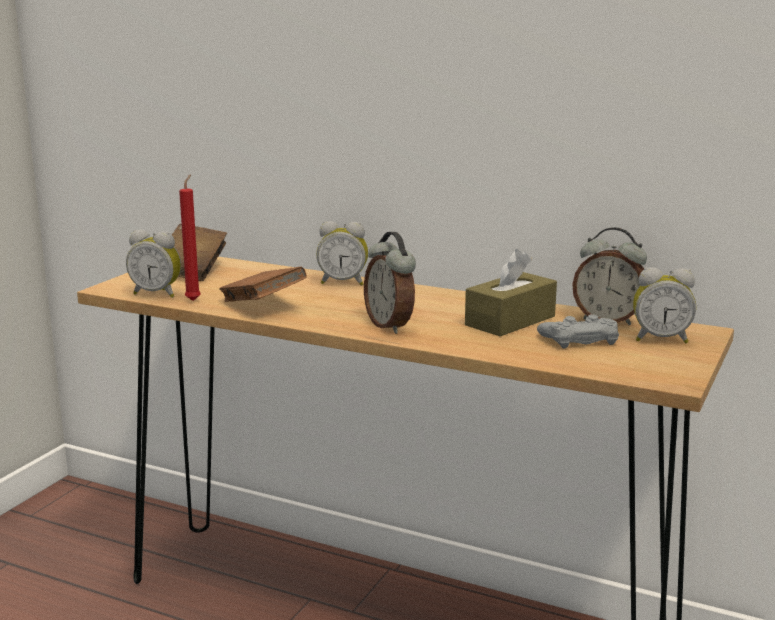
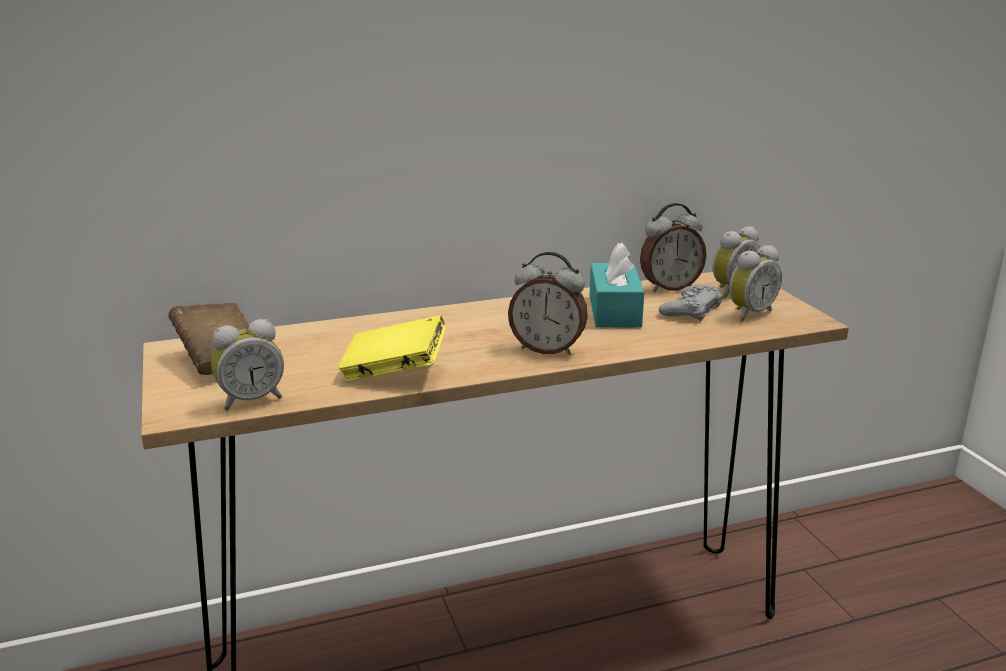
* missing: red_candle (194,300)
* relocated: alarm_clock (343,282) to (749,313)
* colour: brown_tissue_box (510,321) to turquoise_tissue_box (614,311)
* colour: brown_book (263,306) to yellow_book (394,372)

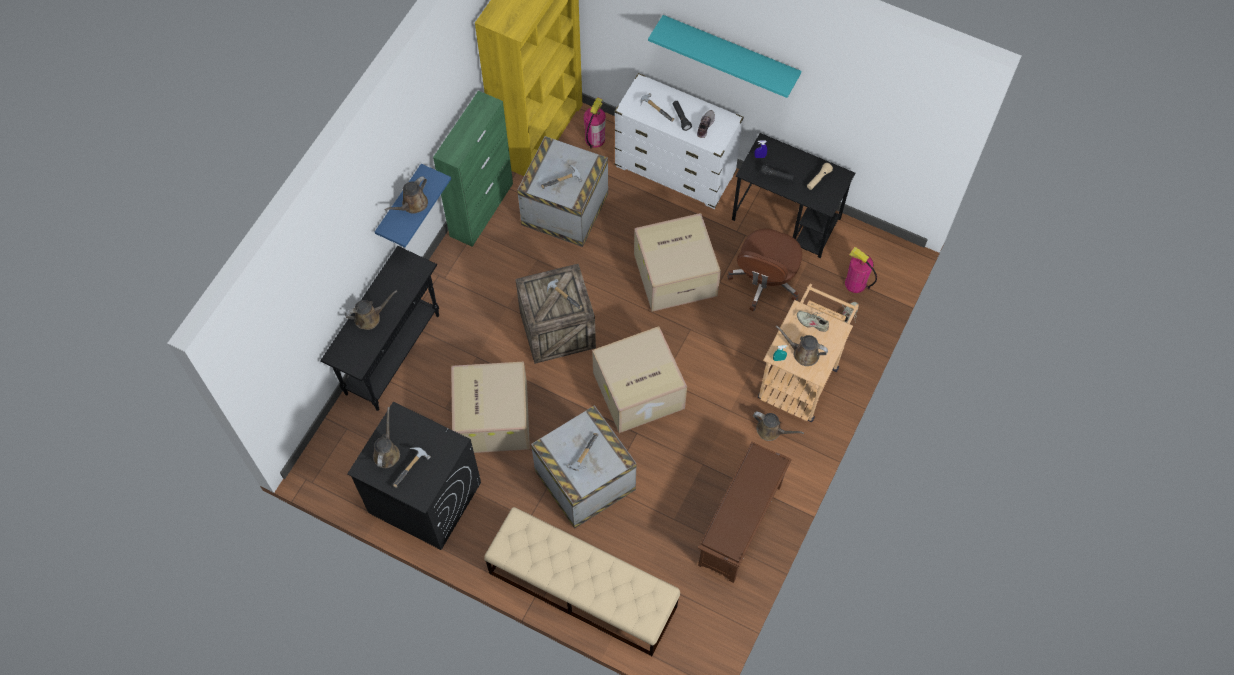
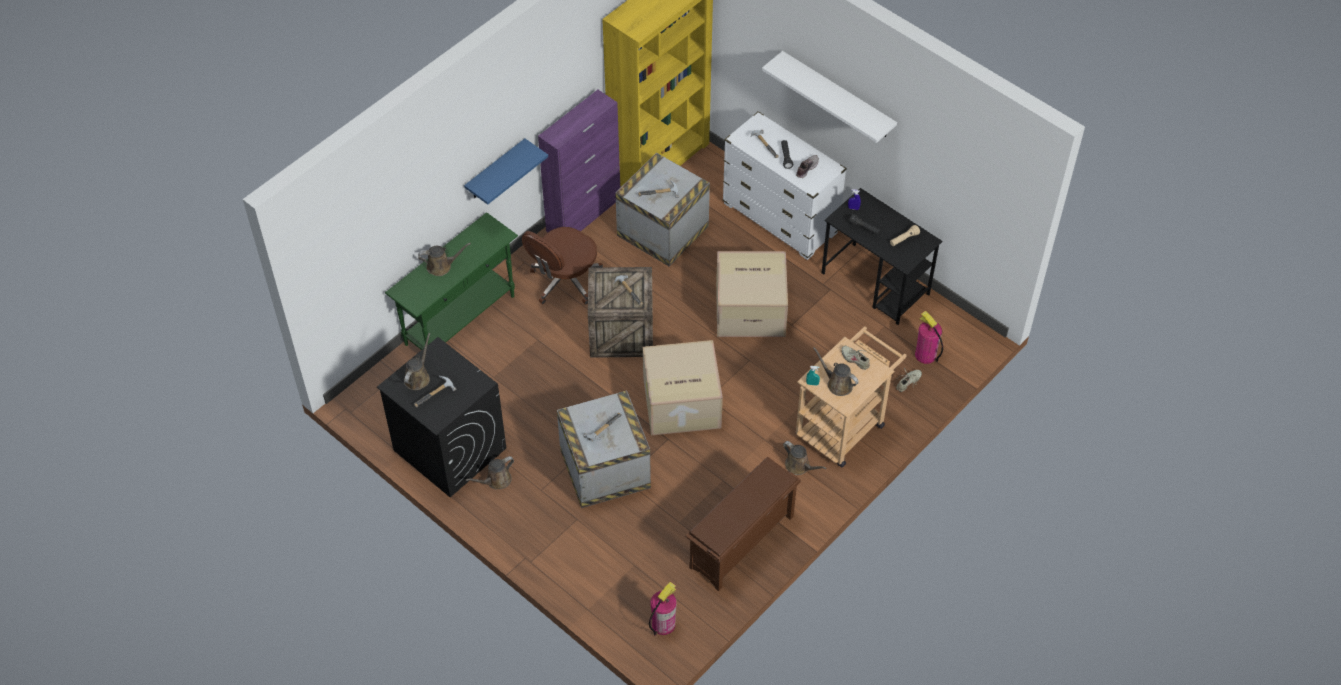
* colour: turquoise_shelf (730,51) to white_shelf (838,95)
* colour: green_cabinet (482,209) to purple_cabinet (584,214)
* relocated: fire_extinguisher (595,139) to (663,624)
* relocated: brown_watering_can (412,205) to (496,481)
* relocated: brown_office_chair (764,281) to (564,281)
* colour: black_console_table (393,354) to green_console_table (460,320)
* missing: cardboard_box (491,417)
* missing: beige_bench (582,589)

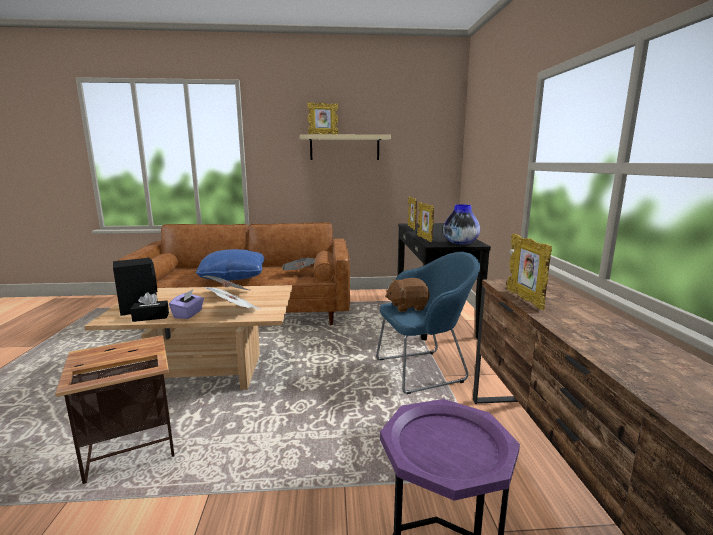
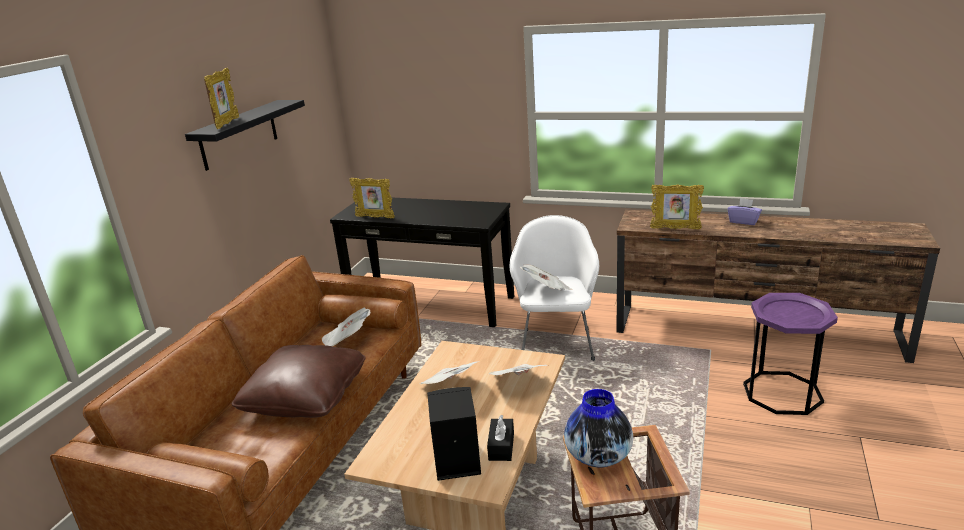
* colour: beige_shelf (344,148) to black_shelf (239,134)
* missing: picture_frame (424,239)
* relocated: vase (460,243) to (598,456)
* colour: blue_pillow (233,277) to brown_pillow (306,397)
* colour: blue_armchair (424,370) to white_armchair (557,342)
* exchanged: brown_plush_toy (407,307) to newspaper (546,290)
* relocated: purple_tissue_box (188,314) to (743,221)

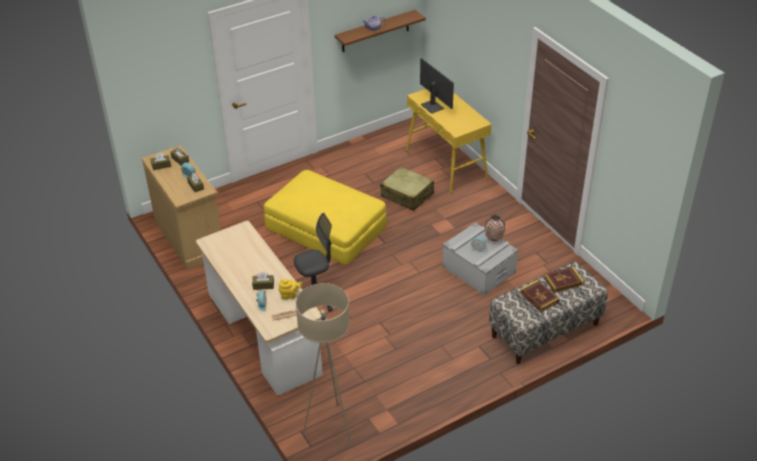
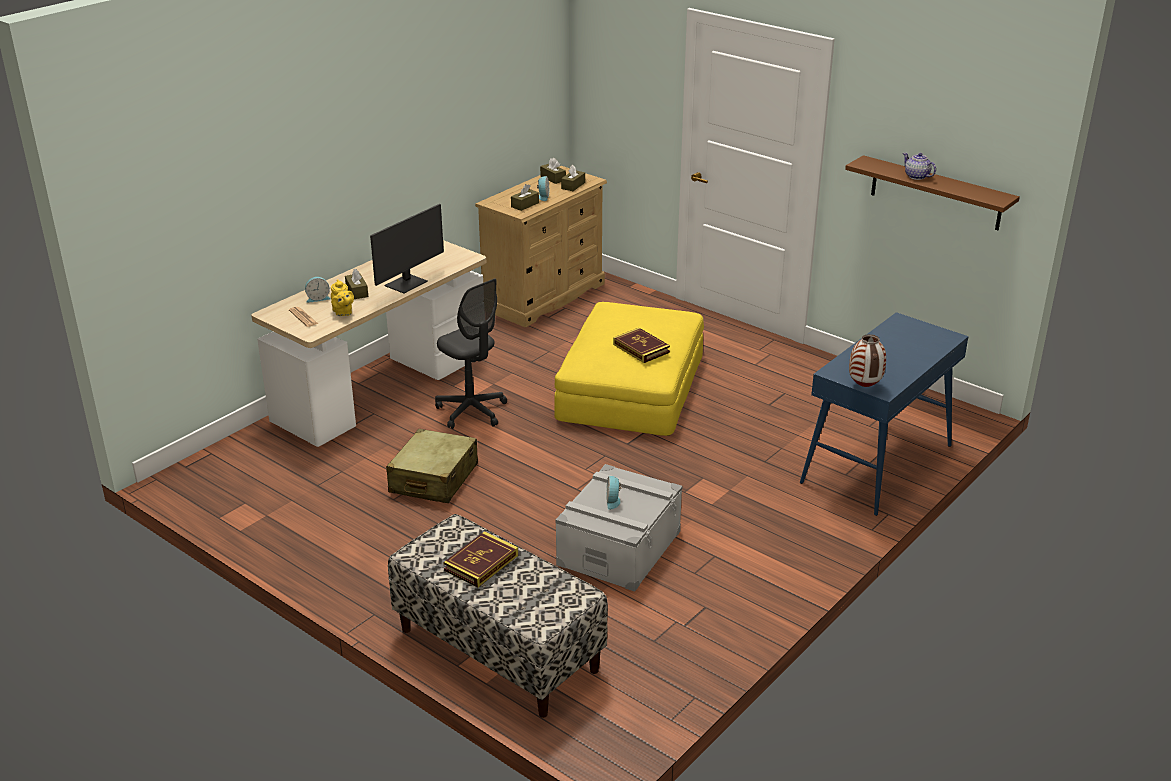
* relocated: monitor (432,106) to (407,284)
* colour: yellow_console_table (446,164) to blue_console_table (877,465)
* relocated: beige_suitcase (407,195) to (433,479)
* relocated: vase (494,239) to (865,386)
* relocated: book (563,281) to (641,348)
* missing: beige_floor_lamp (331,427)

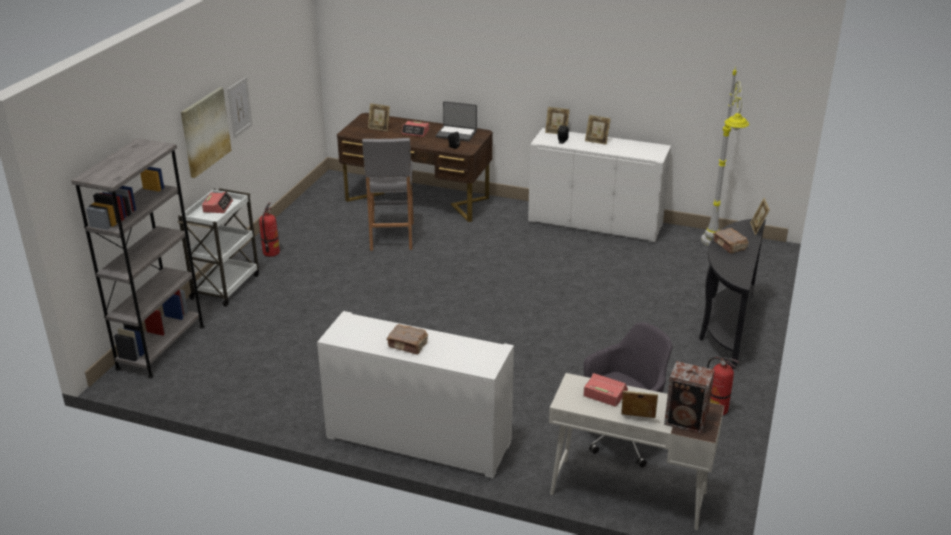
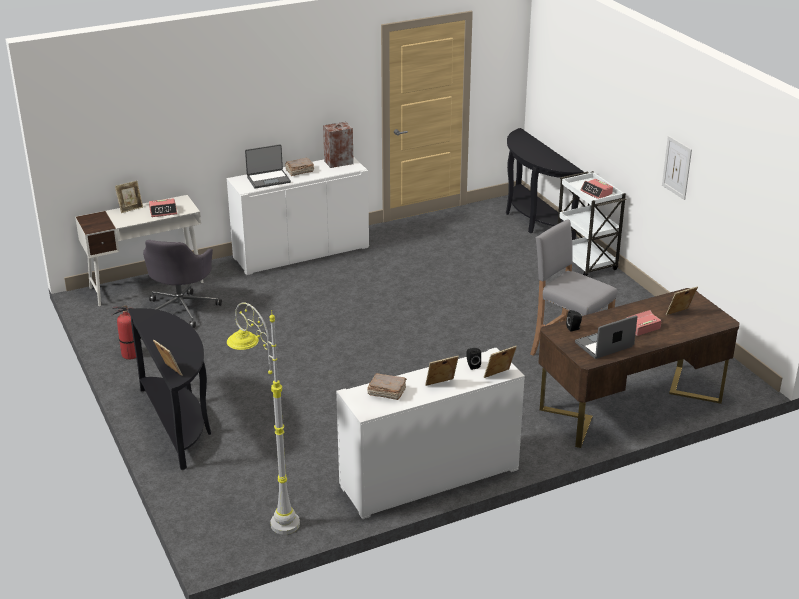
* missing: picture (205,131)
* exchanged: grey_bookcase (161,347) to black_console_table (532,219)
* missing: fire_extinguisher (271,253)
* relocated: brown_book (729,246) to (386,392)
* relocated: speaker (687,421) to (337,162)
* appeared: laptop (268,179)

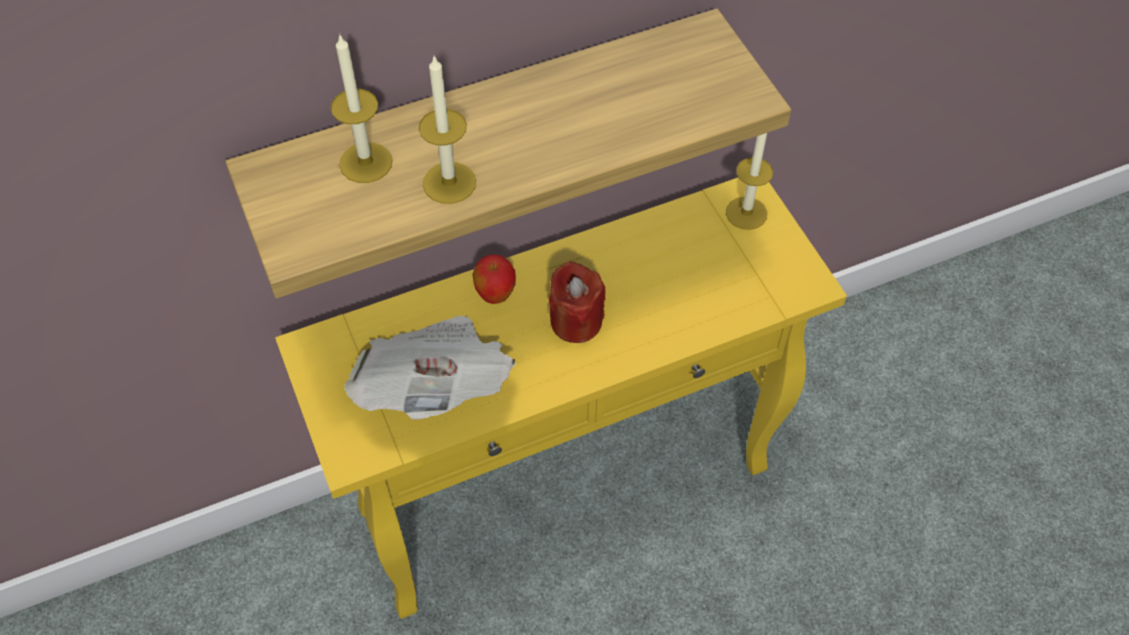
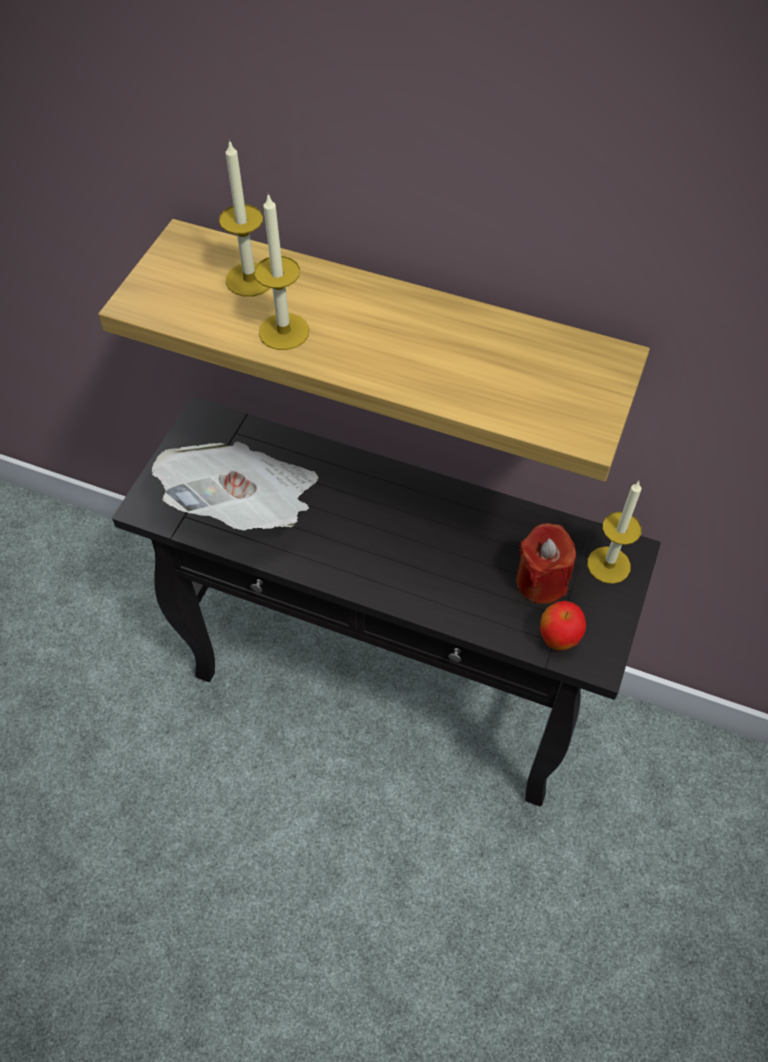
* colour: yellow_console_table (567,487) to black_console_table (387,689)
* relocated: apple (495,295) to (558,640)
* relocated: red_candle (576,321) to (541,581)

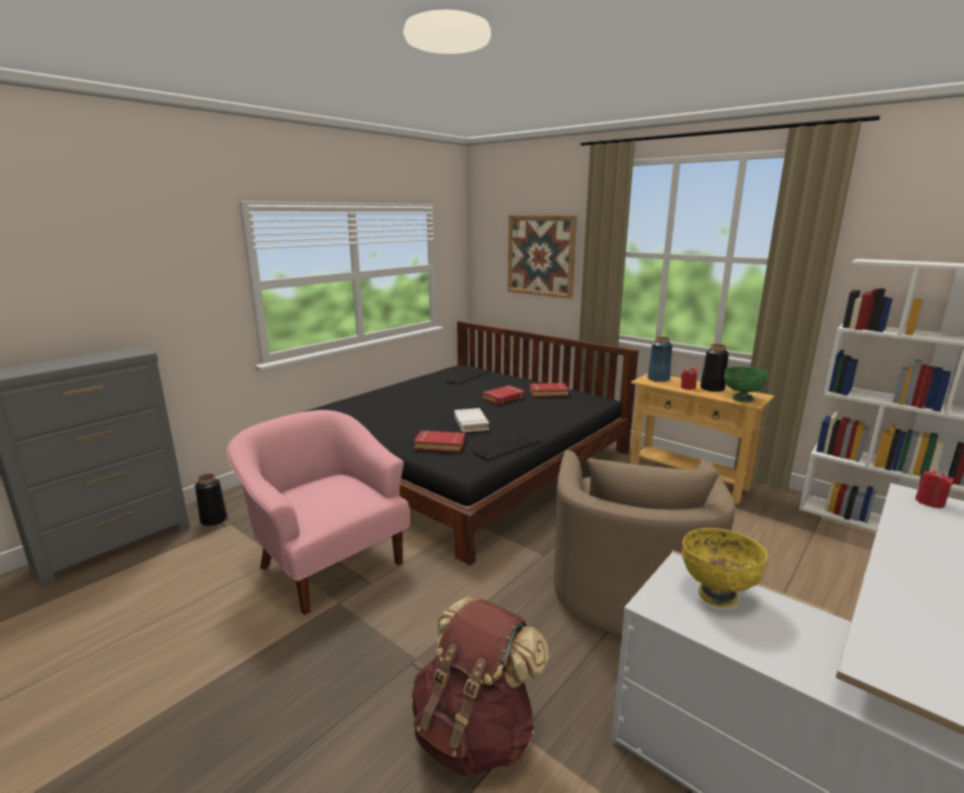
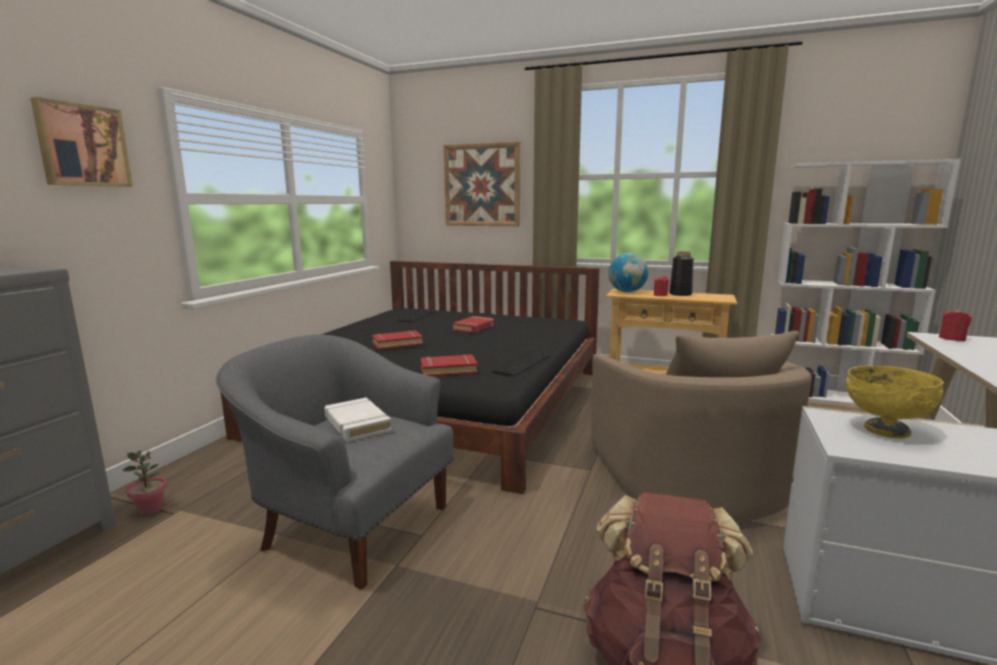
* exchanged: blue_vase (658,379) to globe (627,292)
* missing: green_bowl (742,399)
* relocated: red_book (548,393) to (397,343)
* relocated: white_book (470,423) to (357,424)
* colour: pink_armchair (328,562) to grey_armchair (351,525)
* exchanged: black_vase (214,520) to potted_plant (151,509)
* appeared: picture (82,146)

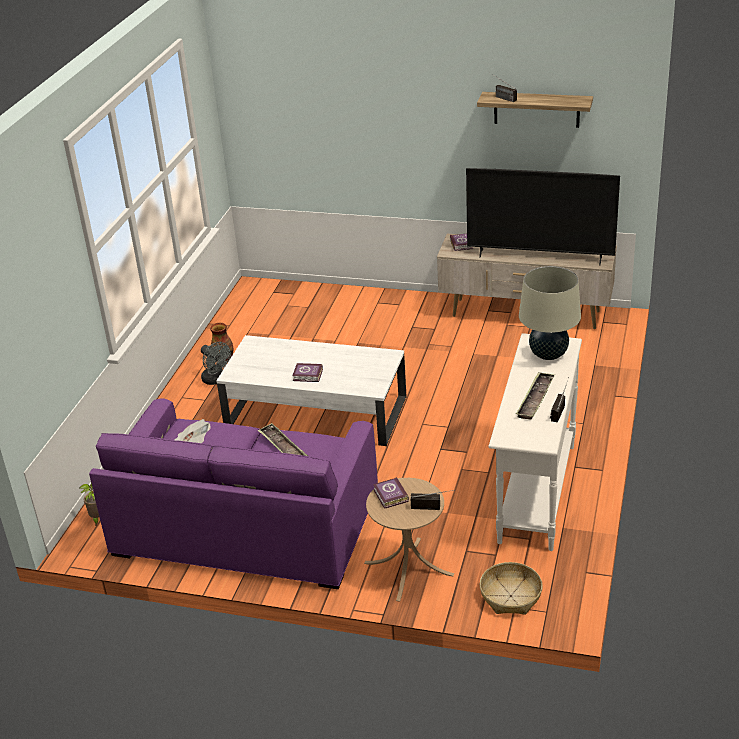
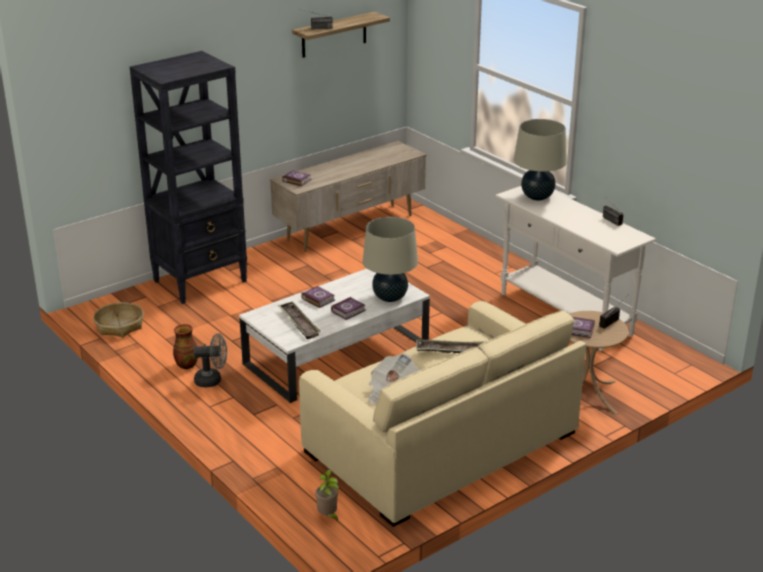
* missing: television (540,257)
* relocated: tray (535,399) to (299,323)
* colour: purple_sofa (245,524) to beige_sofa (441,443)
* relocated: basket (510,596) to (119,326)
* appeared: black_bookcase (201,281)
* appeared: beige_table_lamp (390,297)
* appeared: book (318,299)

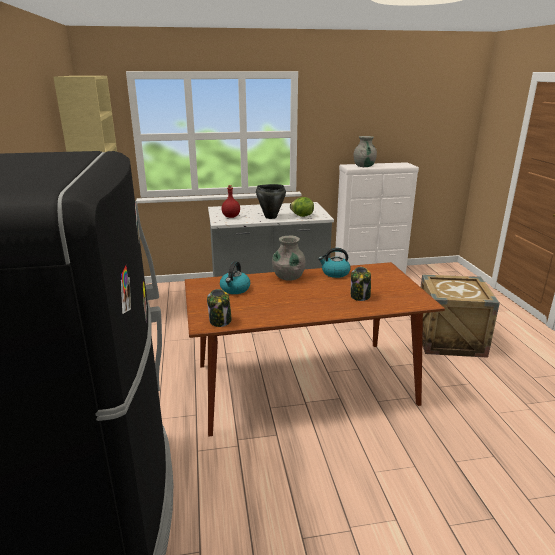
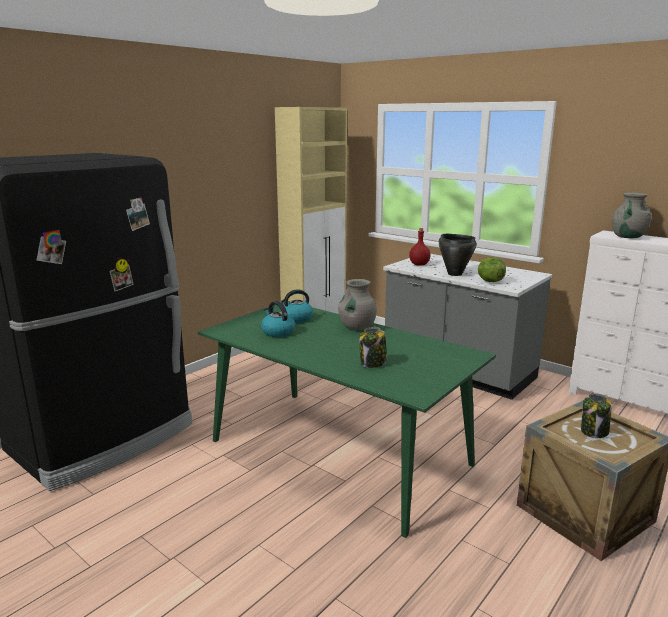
* relocated: kettle (335,273) to (277,332)
* colour: brown_dining_table (304,383) to green_dining_table (340,452)
* relocated: jar (220,321) to (594,431)

